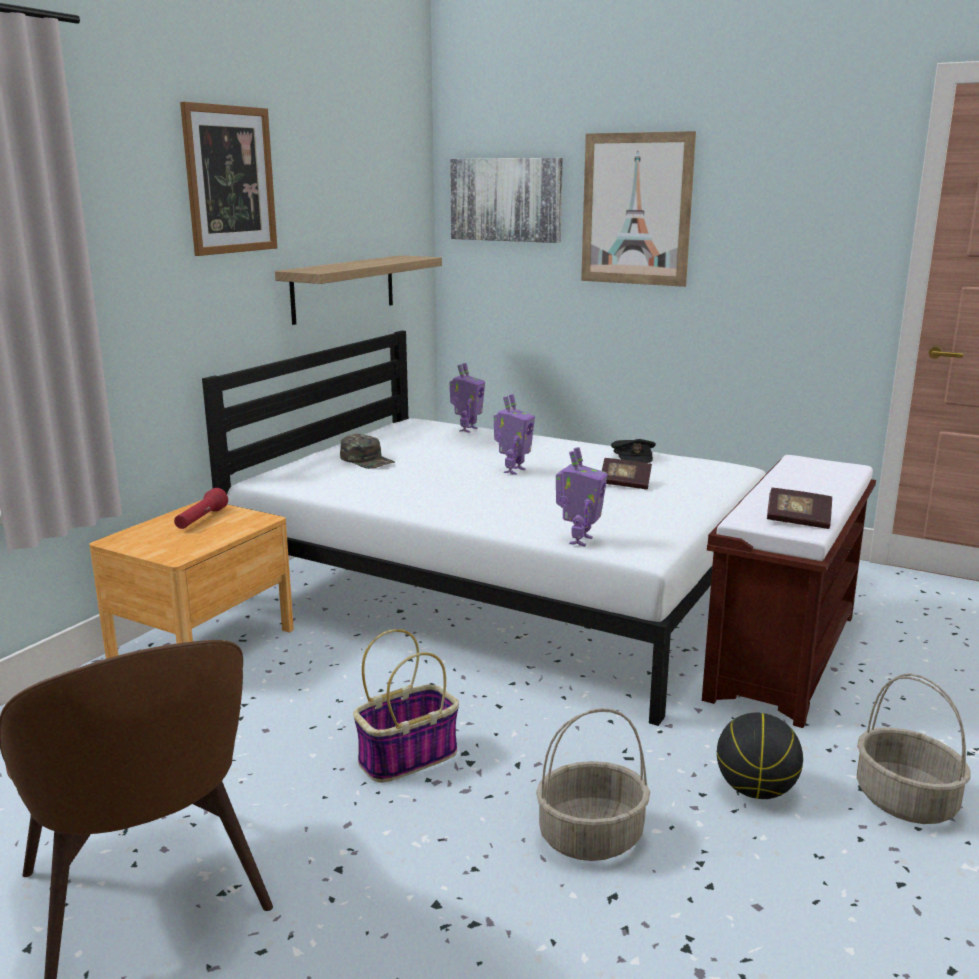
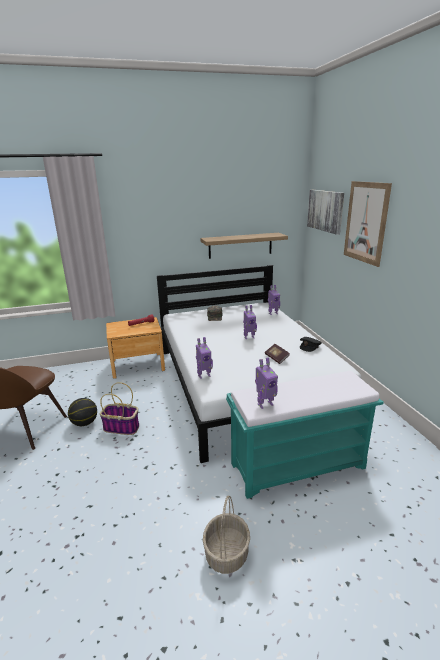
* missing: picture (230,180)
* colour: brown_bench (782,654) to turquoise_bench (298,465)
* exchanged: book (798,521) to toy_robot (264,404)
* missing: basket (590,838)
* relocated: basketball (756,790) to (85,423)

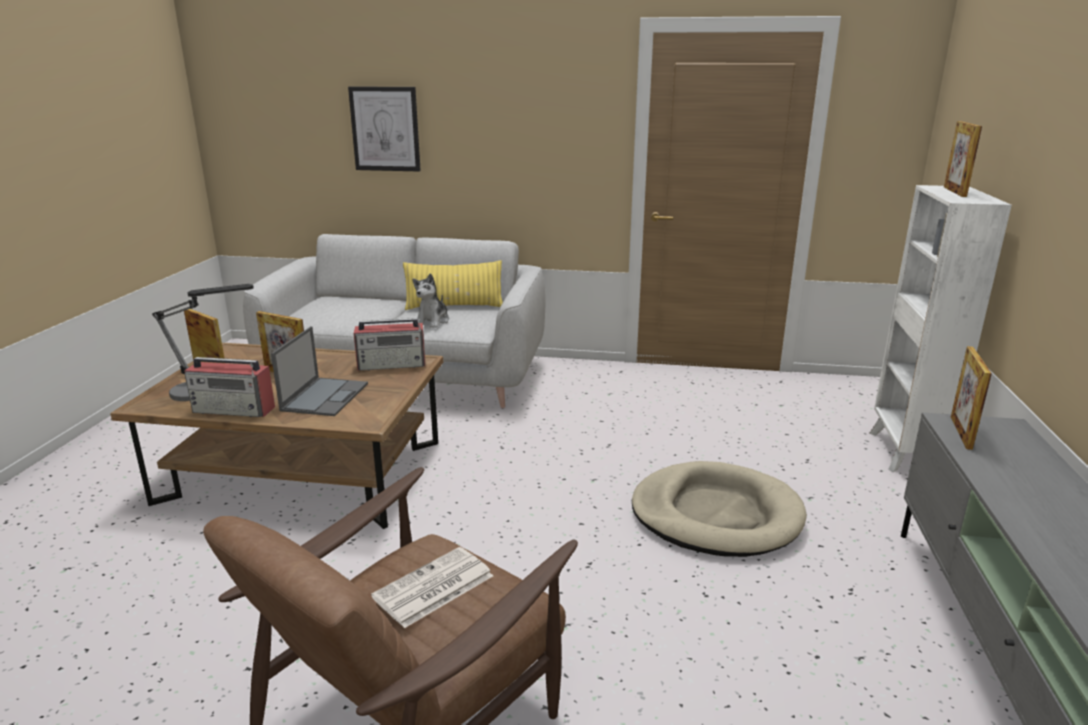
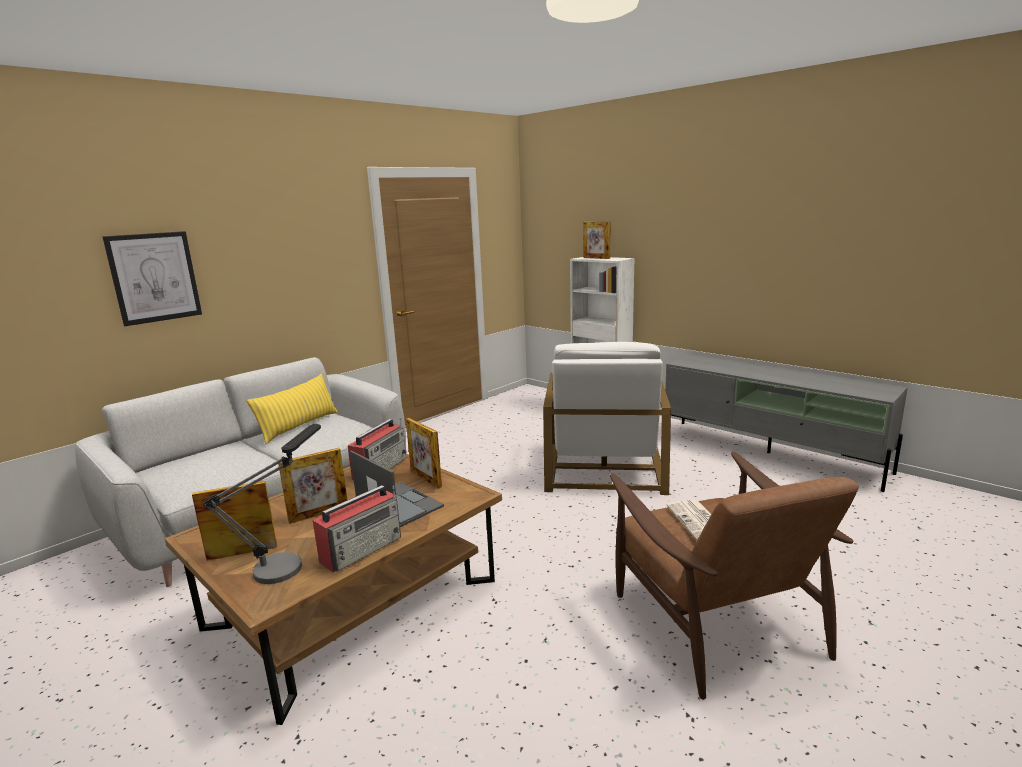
* missing: plush_toy (433,321)
* relocated: picture_frame (961,432) to (426,479)
* exchanged: beige_dog_bed (716,515) to white_armchair (603,466)

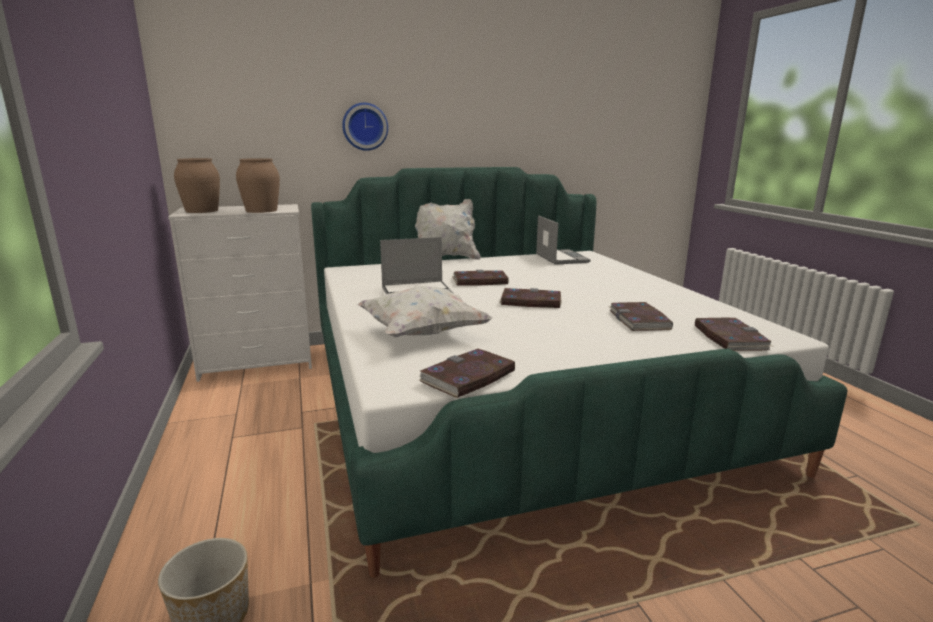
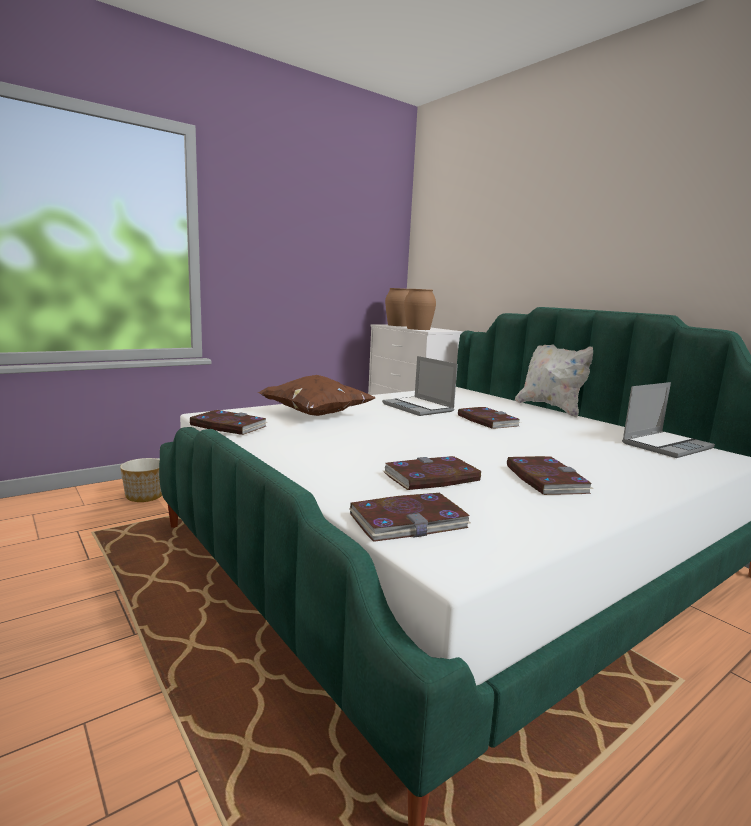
* missing: wall_clock (365,126)
* colour: white_pillow (422,334) to brown_pillow (315,415)
* relocated: book (530,302) to (545,479)

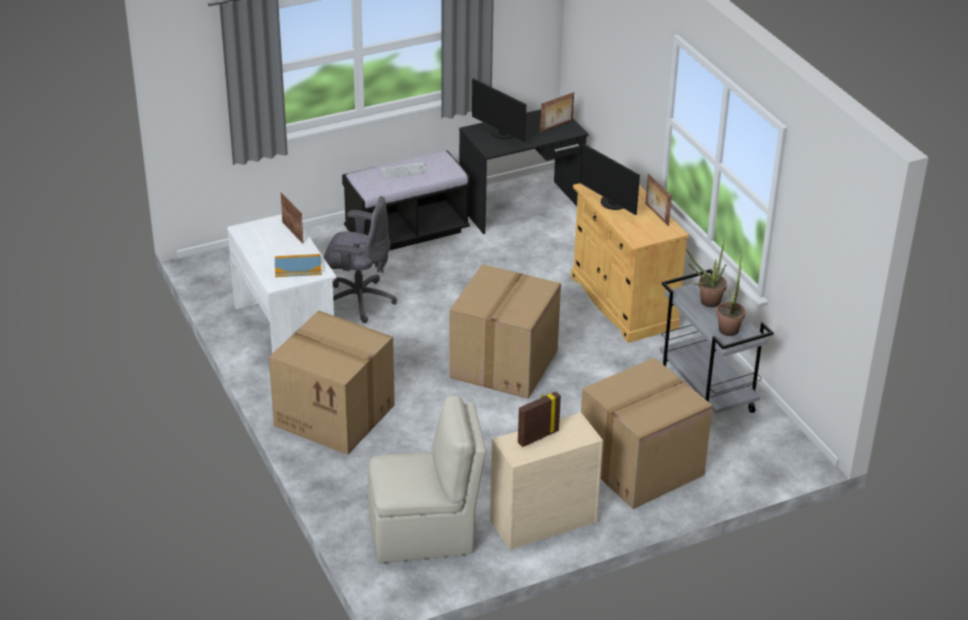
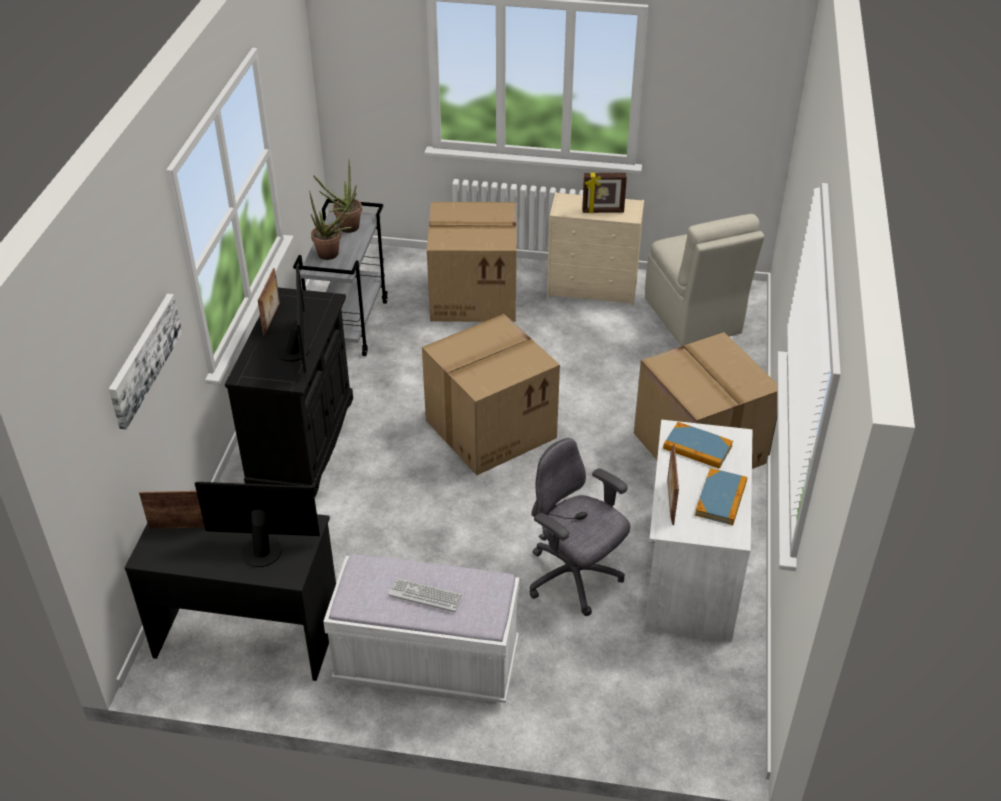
* spun: monitor (502,134) = (262,548) 75 degrees counterclockwise
* colour: black_bench (406,232) to white_bench (427,664)
* colour: beige_cabinet (623,302) to black_cabinet (302,441)
* spun: beige_chair (424,533) = (693,317) 135 degrees counterclockwise
* appeared: picture (143,359)
* appeared: book (721,499)

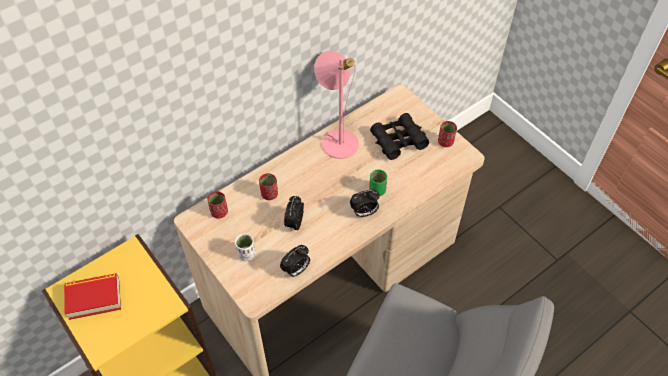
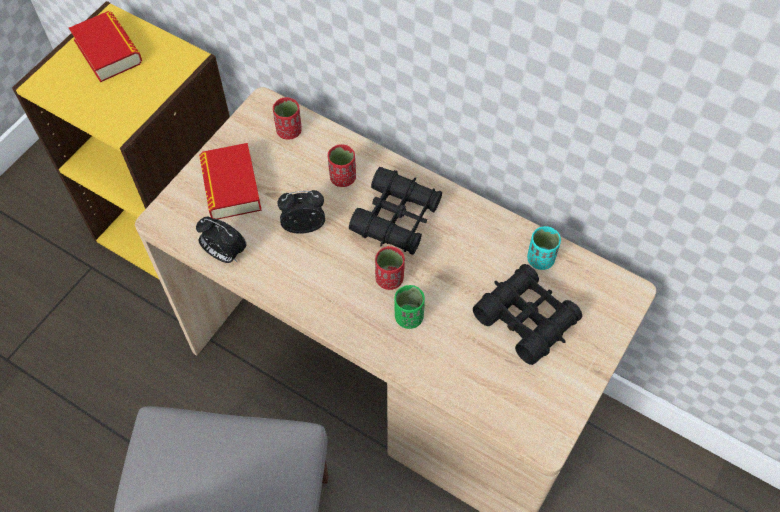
* missing: pink_table_lamp (337,138)
* relocated: red_cup (445,142) to (389,279)
* missing: alarm_clock (364,212)
* exchanged: white_cup (246,254) to book (231,186)
* appeared: black_binoculars (396,217)
* appeared: turquoise_cup (540,259)

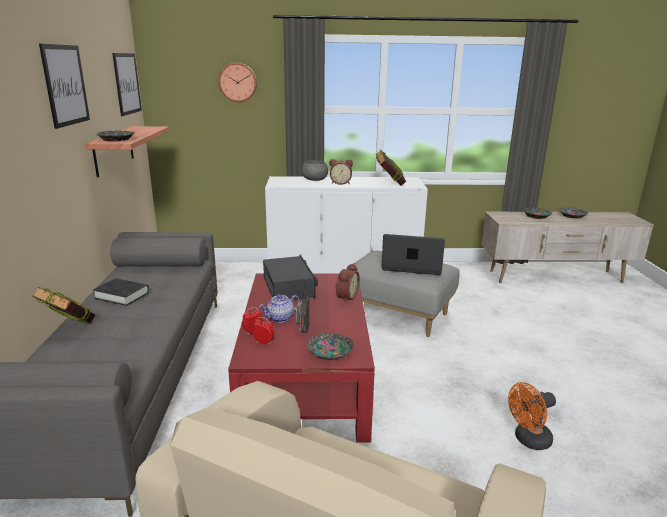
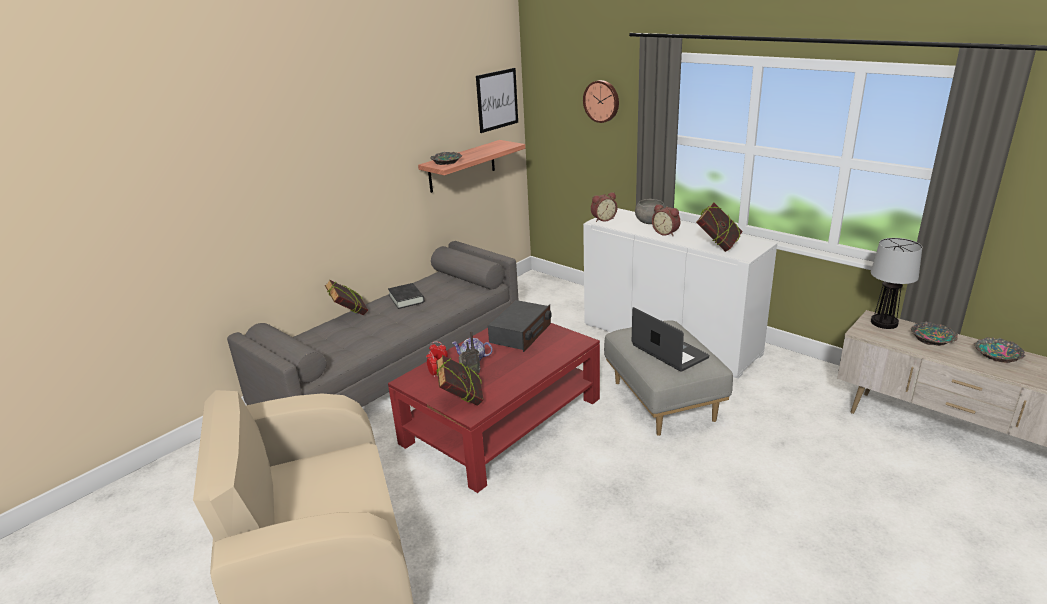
* missing: picture (65,85)
* relocated: alarm_clock (345,297) to (603,219)
* exchanged: bowl (329,352) to book (462,401)
* missing: orange_fan (528,440)
* appeared: table_lamp (883,323)

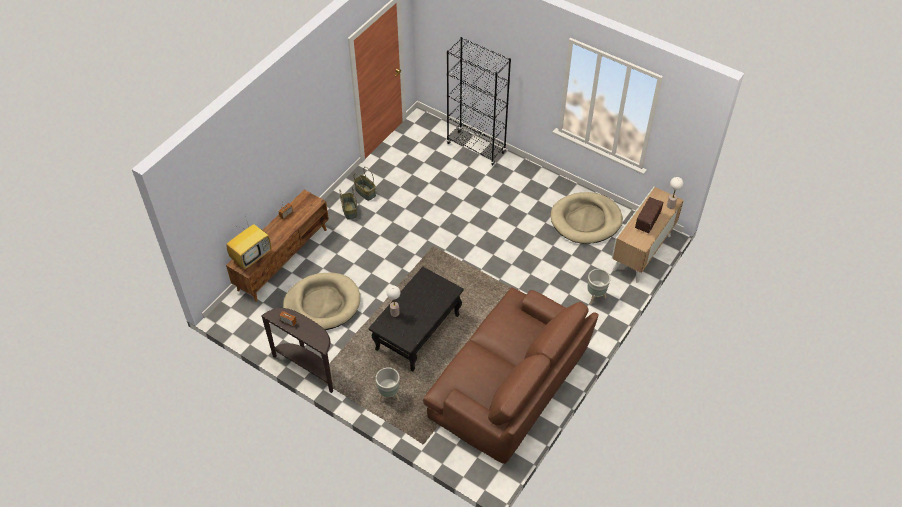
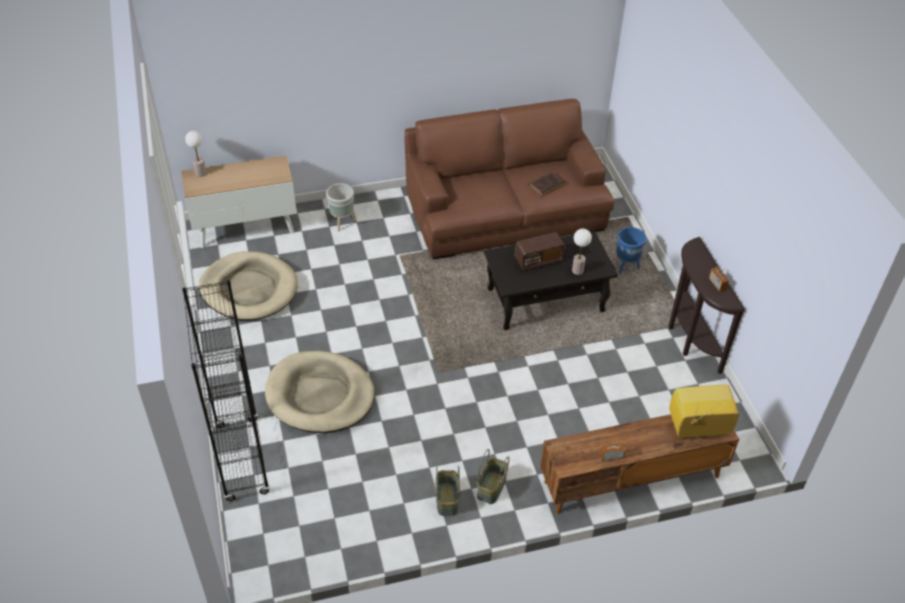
* relocated: radio (647,221) to (538,260)
* relocated: beige_dog_bed (322,304) to (320,395)
* colour: grey_planter (389,396) to blue_planter (625,267)
* appeared: brown_book (547,185)

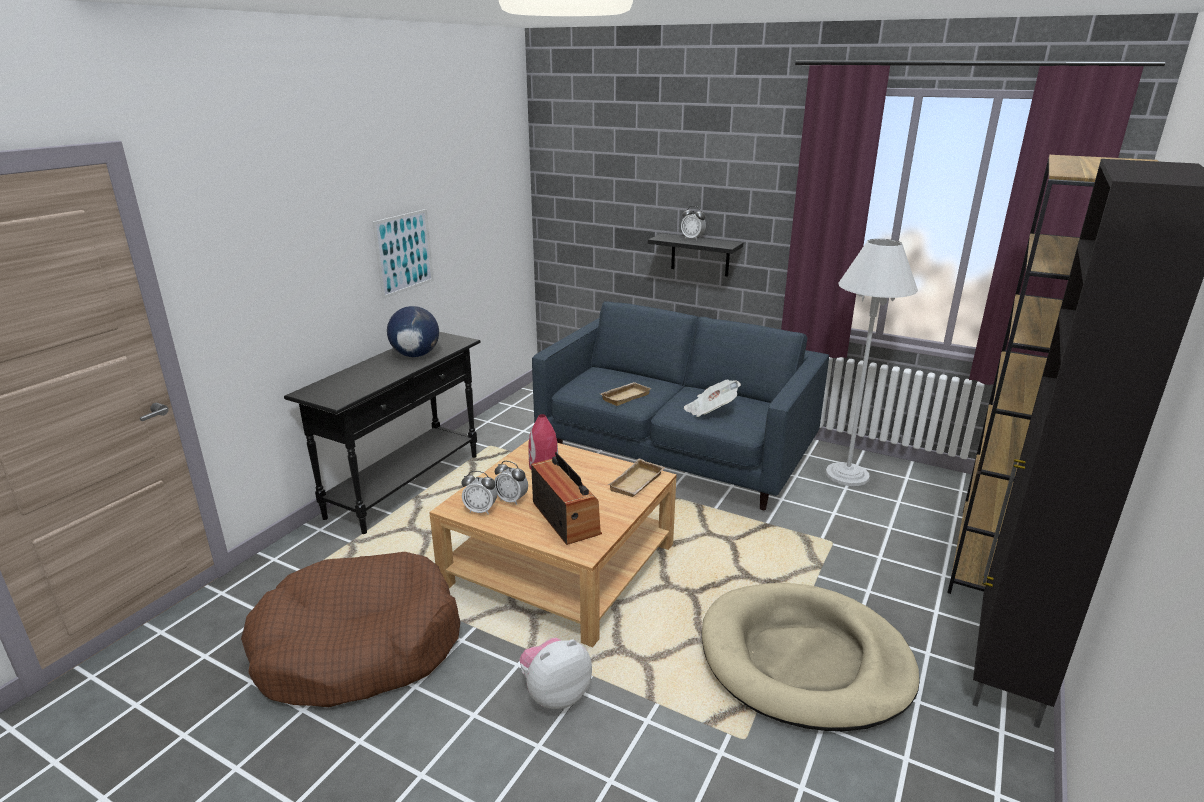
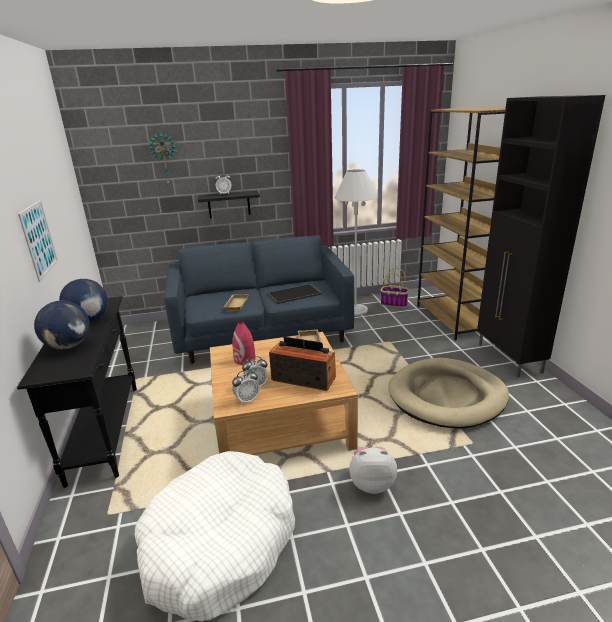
* exchanged: newspaper (710,411) to tray (294,294)
* colour: brown_dog_bed (358,646) to white_dog_bed (220,543)
* spun: plush_toy (555,694) = (372,483) 75 degrees clockwise
* appeared: wall_clock (164,159)
* appeared: basket (394,303)
* appeared: globe (69,346)

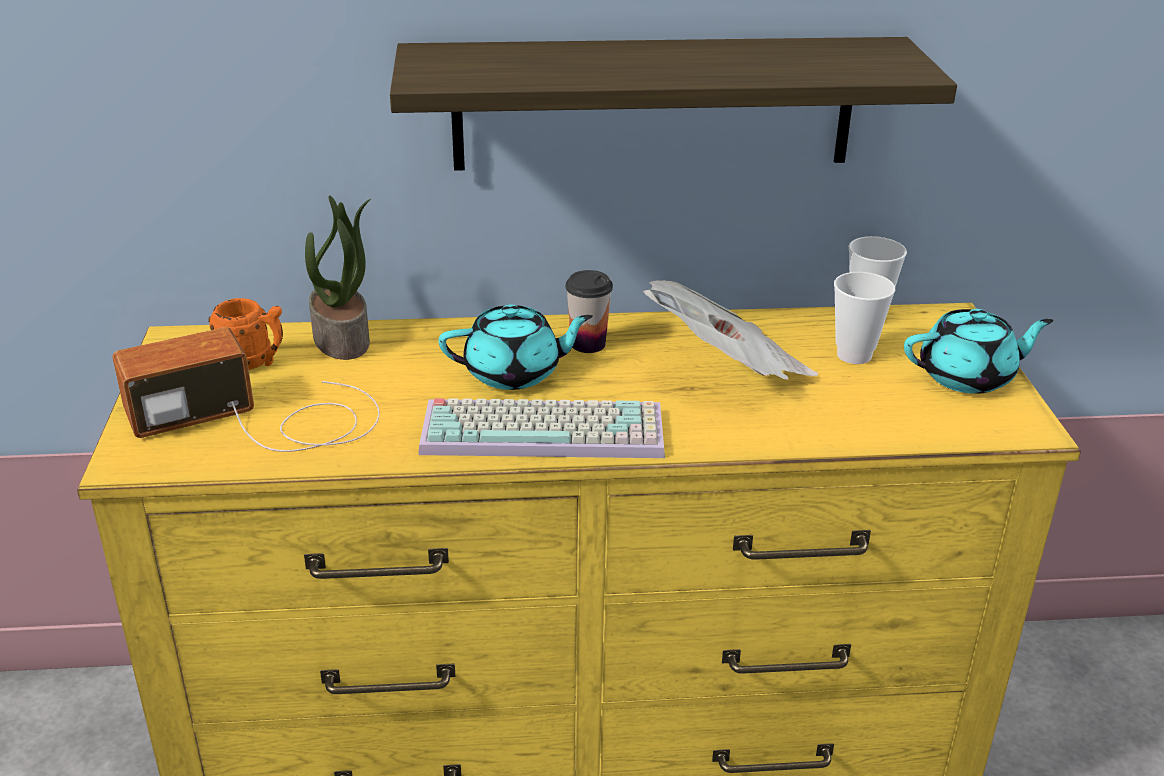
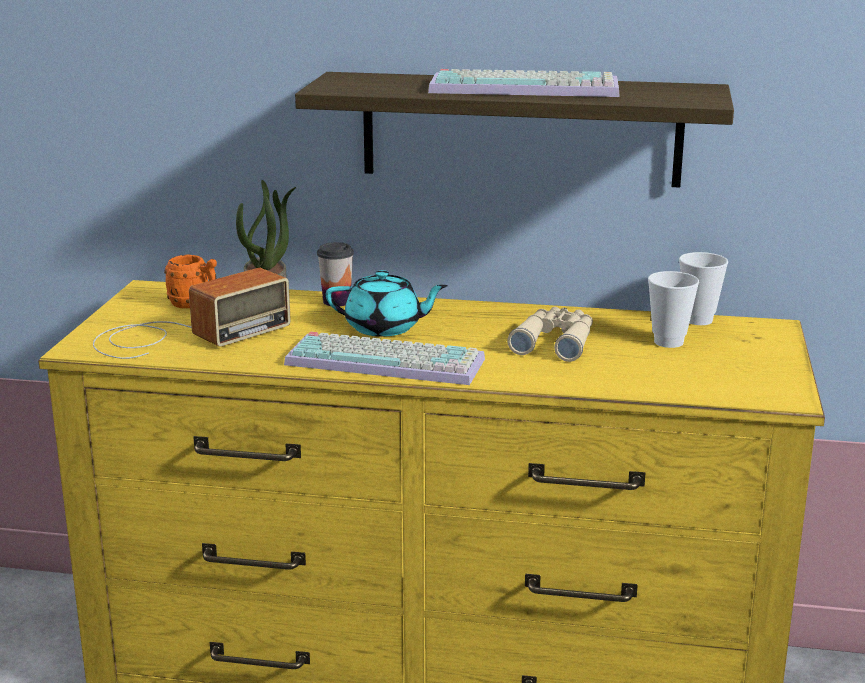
* relocated: cup (588,344) to (336,301)
* exchanged: newspaper (728,372) to beige_binoculars (555,342)
* missing: turquoise_teapot (968,377)
* spun: radio (262,418) = (183,335) 150 degrees clockwise
* appeared: keyboard (527,88)

